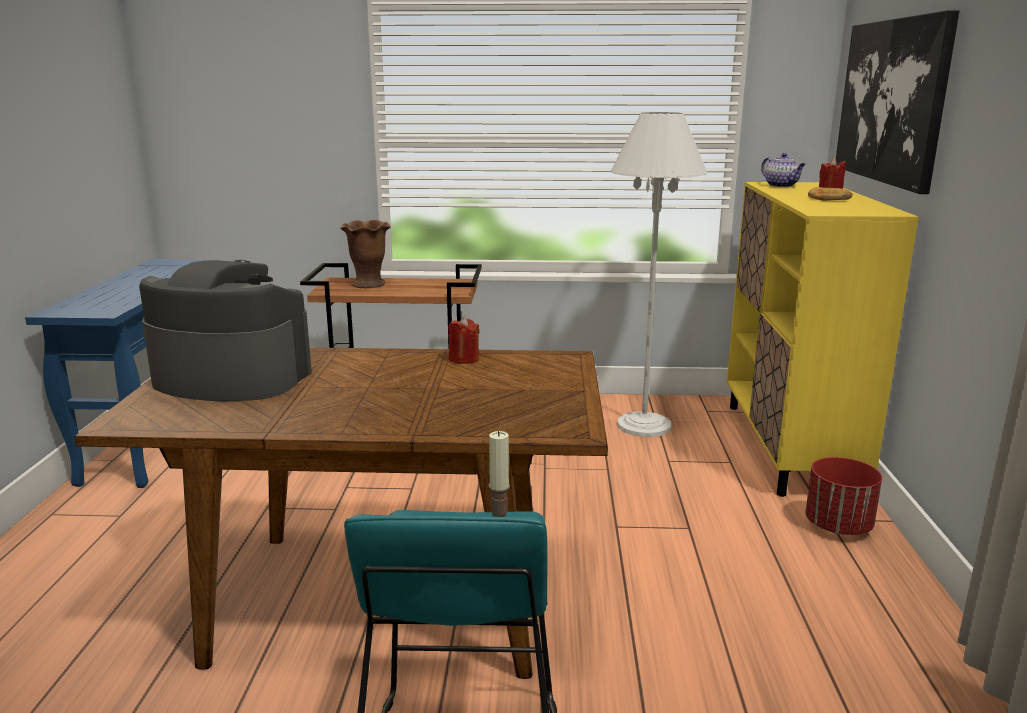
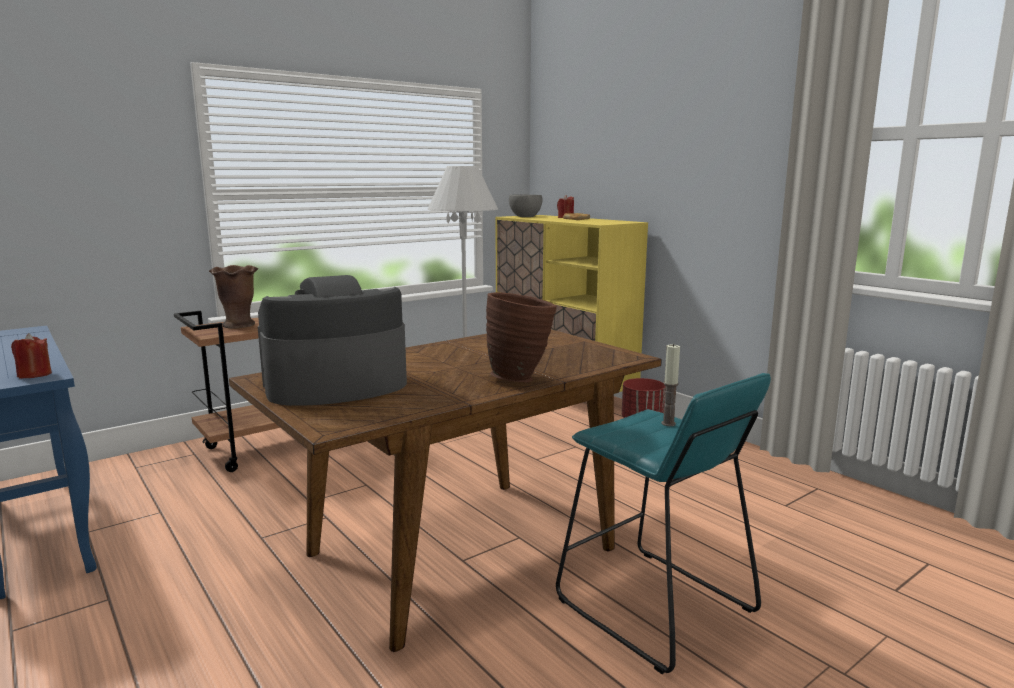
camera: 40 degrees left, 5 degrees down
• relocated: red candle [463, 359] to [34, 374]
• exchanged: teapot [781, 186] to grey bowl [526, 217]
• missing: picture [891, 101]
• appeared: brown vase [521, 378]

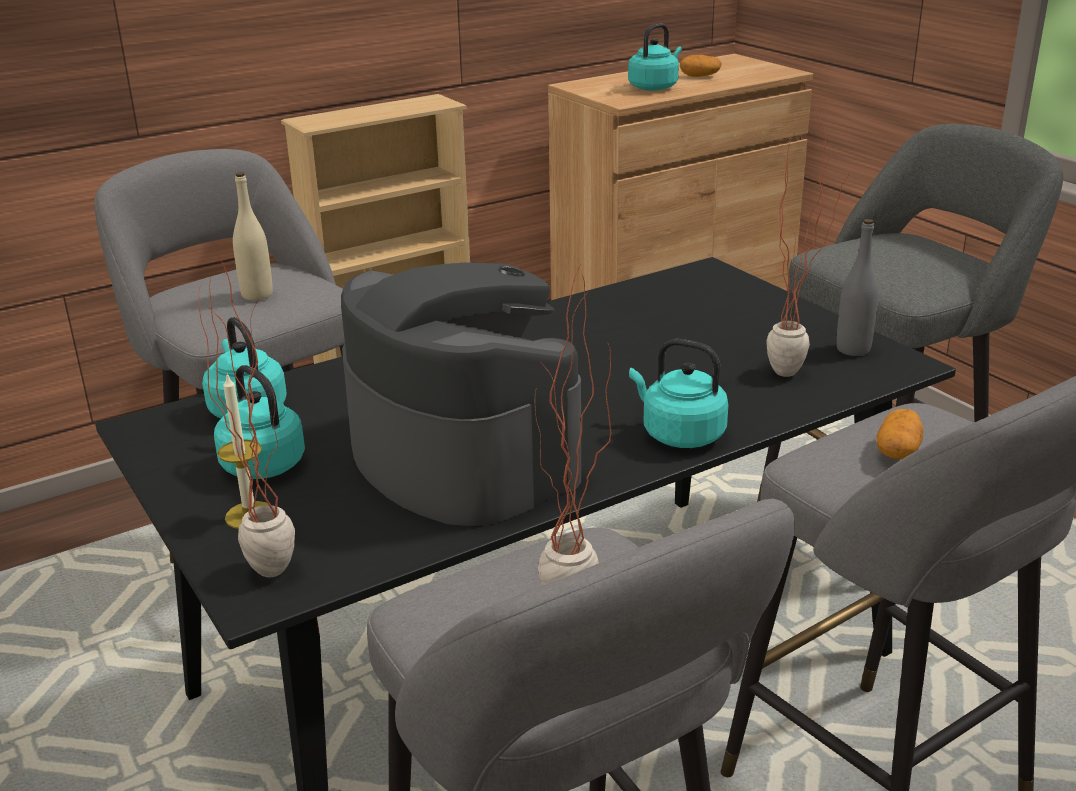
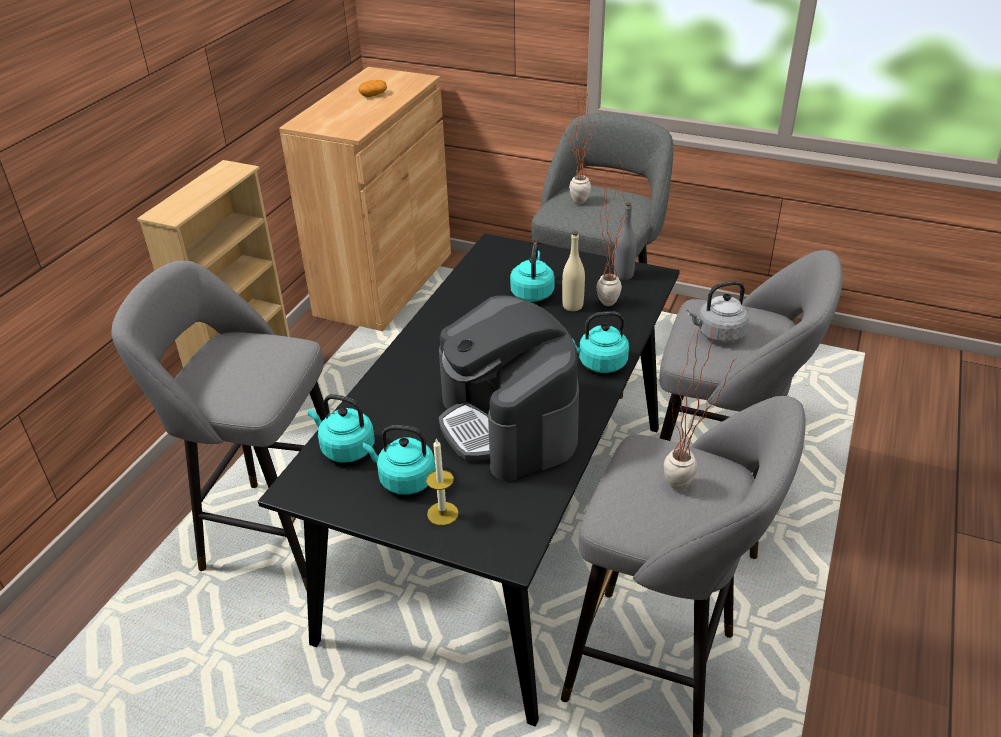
camera: 35 degrees left, 10 degrees up
• relocated: potted plant [270, 561] to [573, 200]
• relocated: beige bottle [257, 295] to [572, 306]
• spun: coffee machine [461, 456] = [508, 424] 135 degrees counterclockwise
• relocated: turquoise kettle [655, 87] to [532, 292]
• exchanged: potato [897, 451] to grey kettle [718, 334]

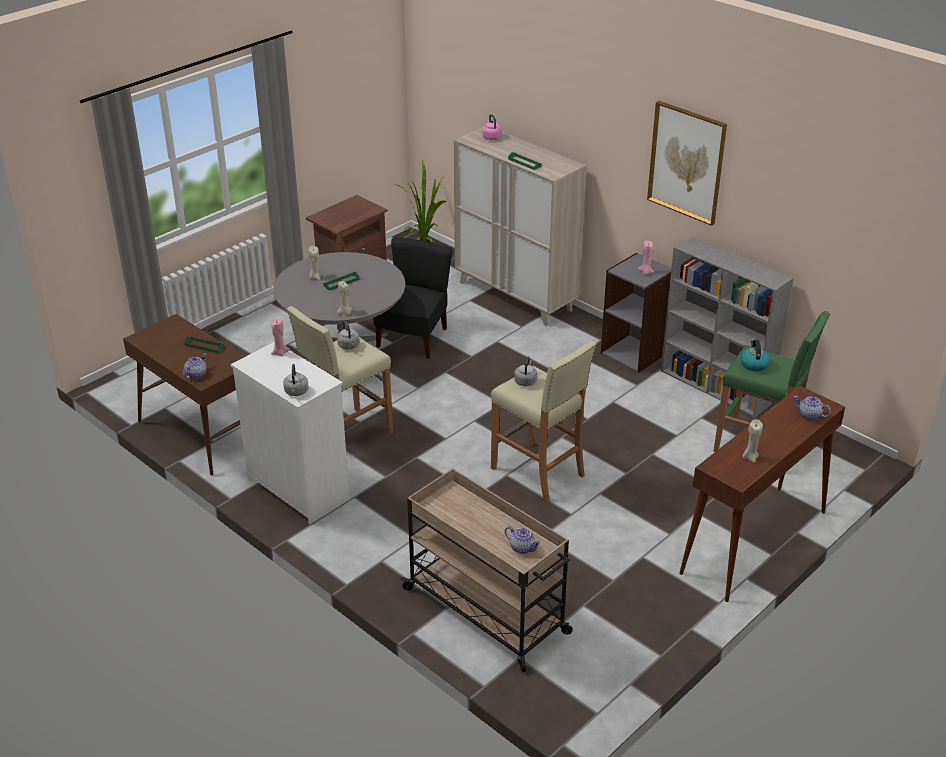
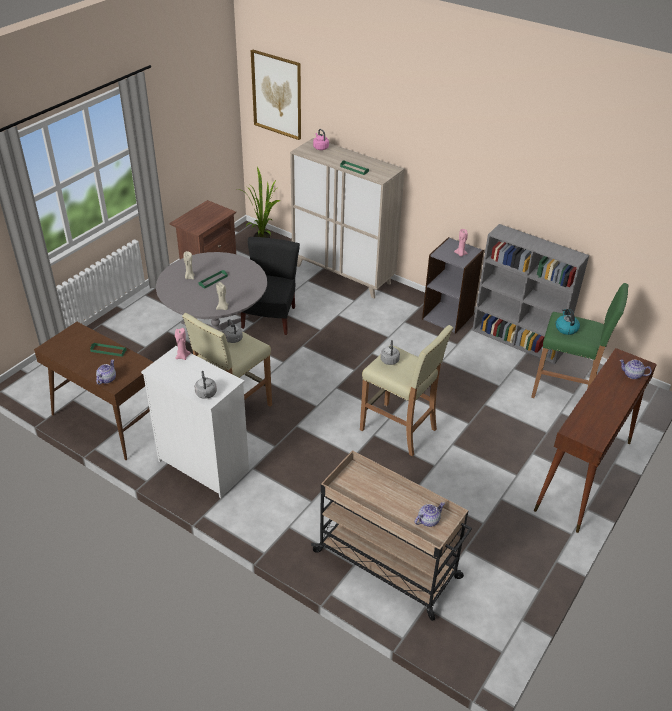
camera: 10 degrees left, 5 degrees up
• spun: teapot [522, 548] = [428, 520] 60 degrees counterclockwise
• relocated: picture [686, 162] to [277, 94]
• missing: beige candle [750, 457]

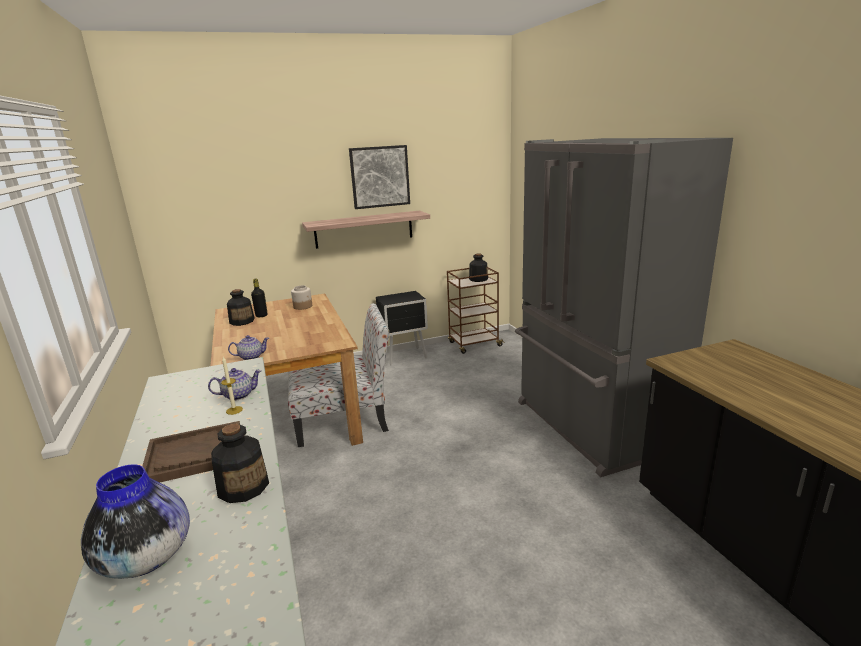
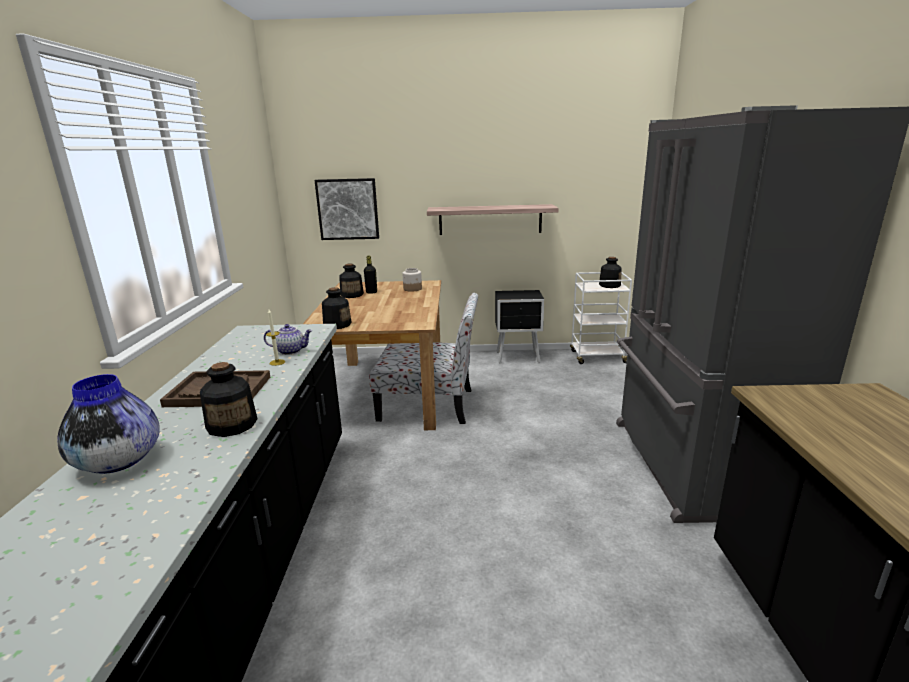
camera: 20 degrees right, 0 degrees up
• exchanged: teapot [251, 357] to bottle [337, 325]
• relocated: picture [380, 177] to [348, 209]
• colour: brown cart [474, 344] to white cart [597, 357]

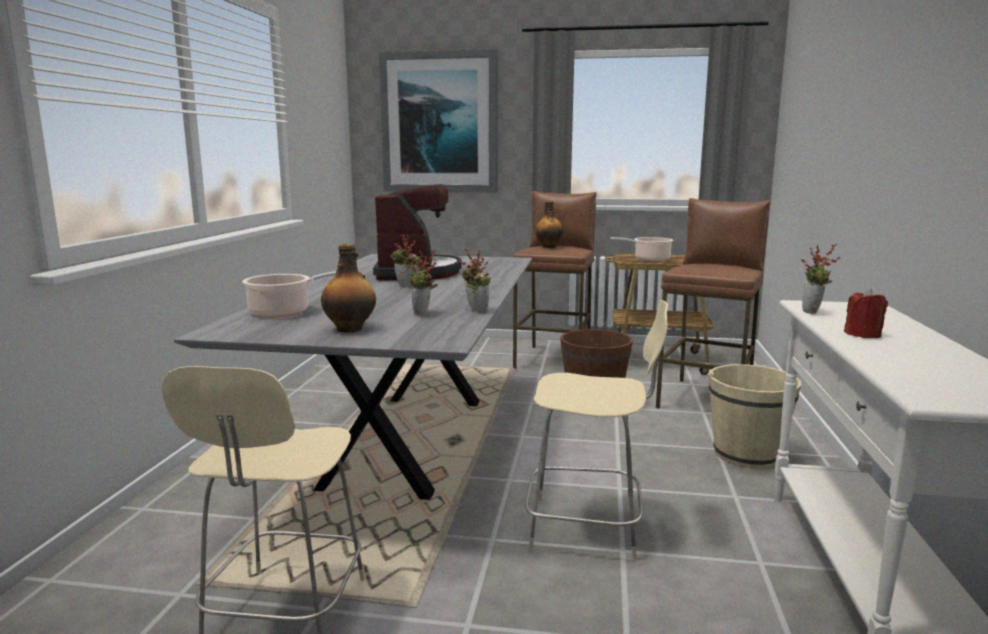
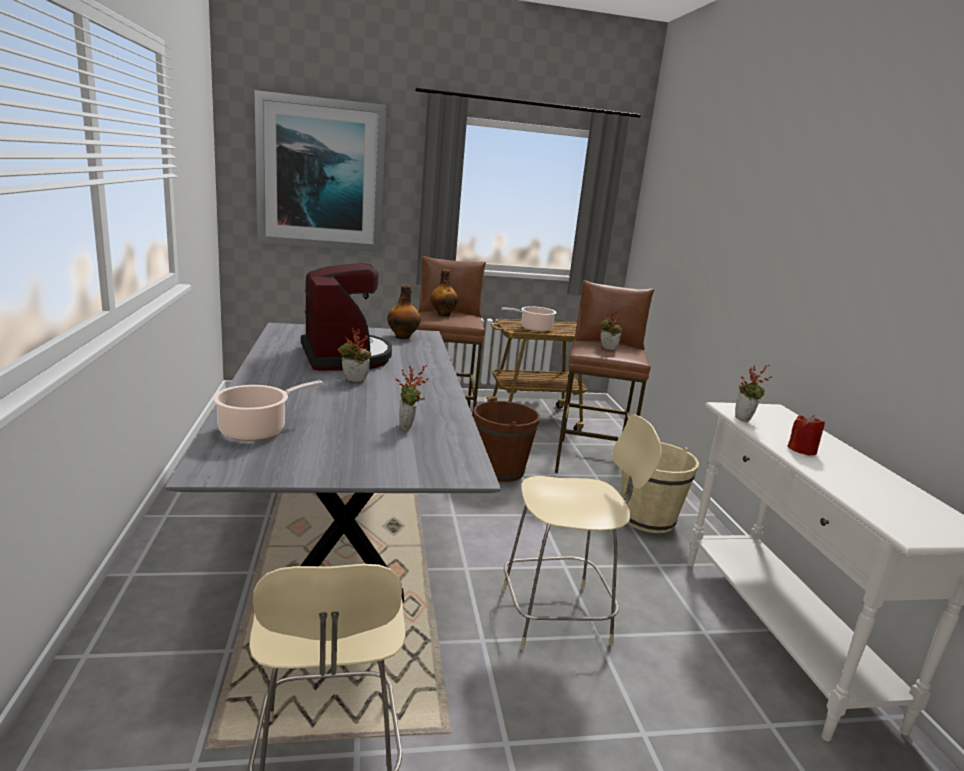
camera: 20 degrees left, 5 degrees up
• relocated: bottle [350, 329] to [403, 337]
• relocated: potted plant [475, 310] to [607, 348]

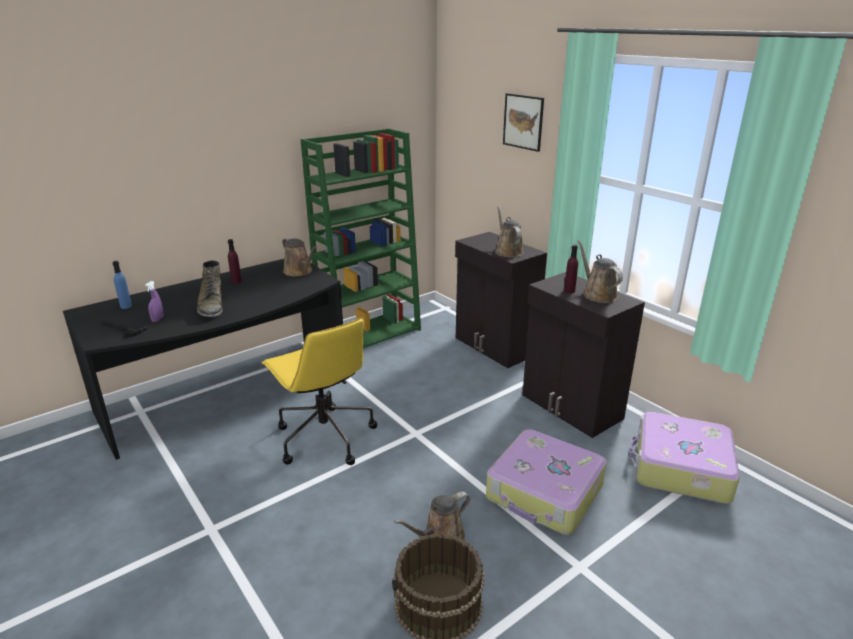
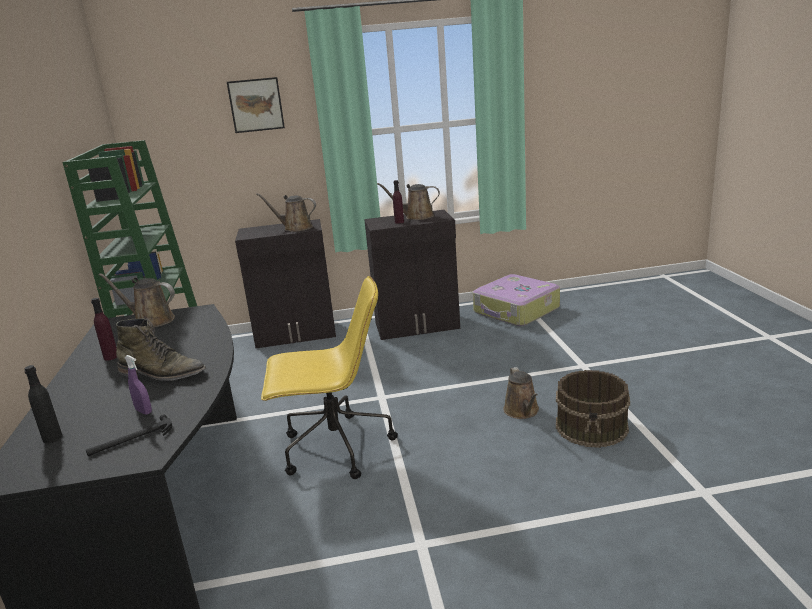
camera: 60 degrees left, 5 degrees down
• colour: blue bottle [126, 306] to black bottle [52, 438]
• spun: brown watering can [299, 272] = [151, 321] 150 degrees counterclockwise
• missing: suitcase [545, 493]

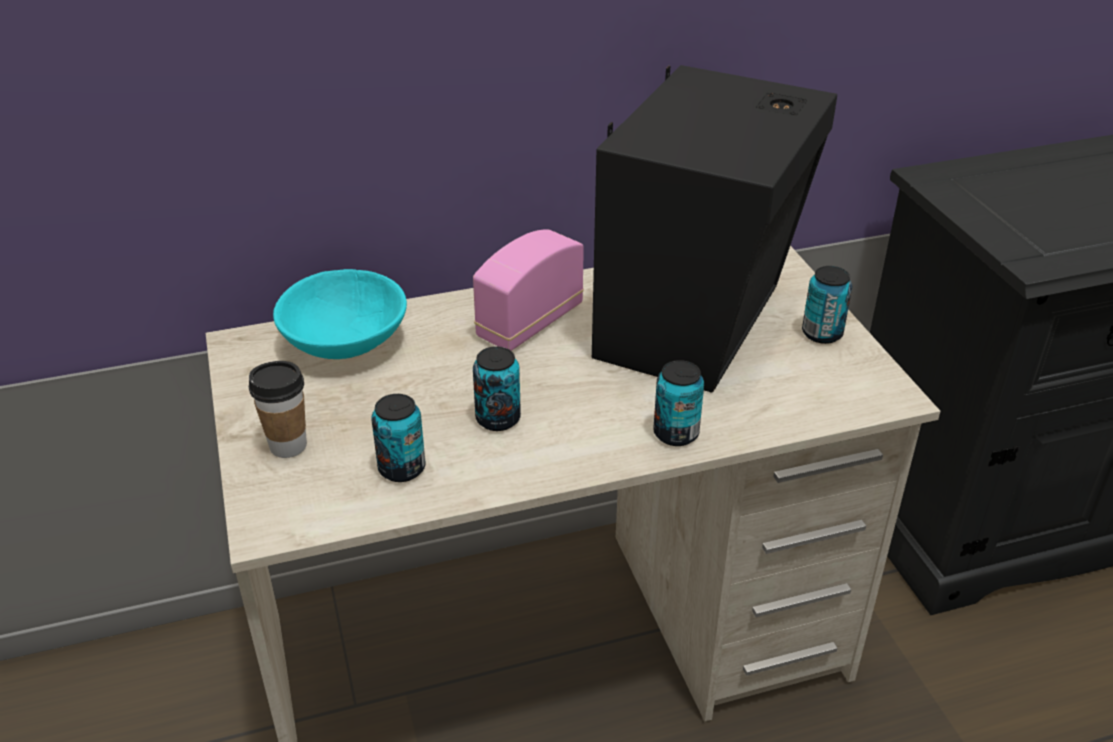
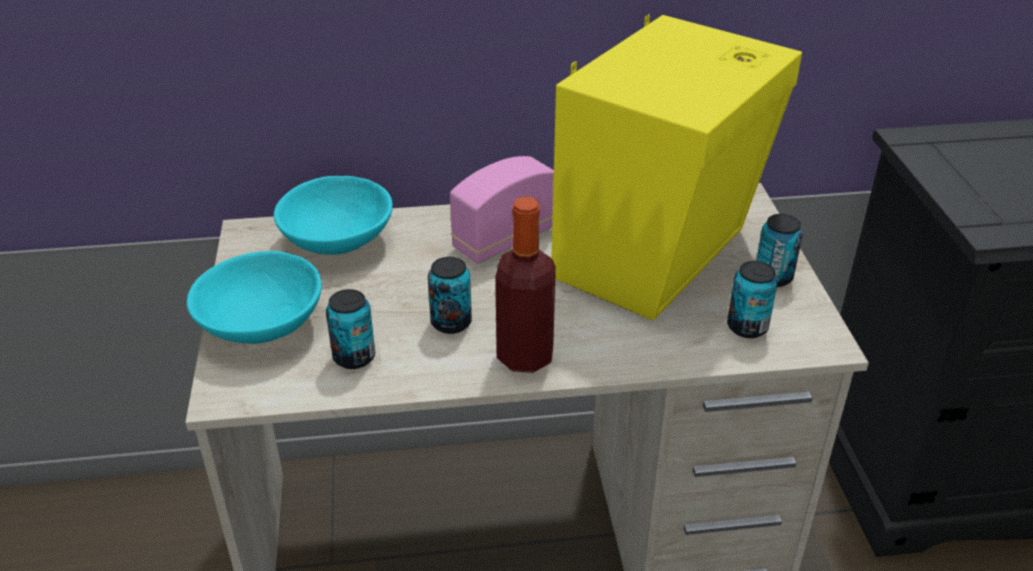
camera: 10 degrees right, 0 degrees up
• exchanged: cup [288, 446] to turquoise bowl [263, 325]
• colour: black speaker [700, 322] to yellow speaker [661, 254]
• relocated: can [676, 433] to [747, 327]
• appeared: bottle [525, 356]

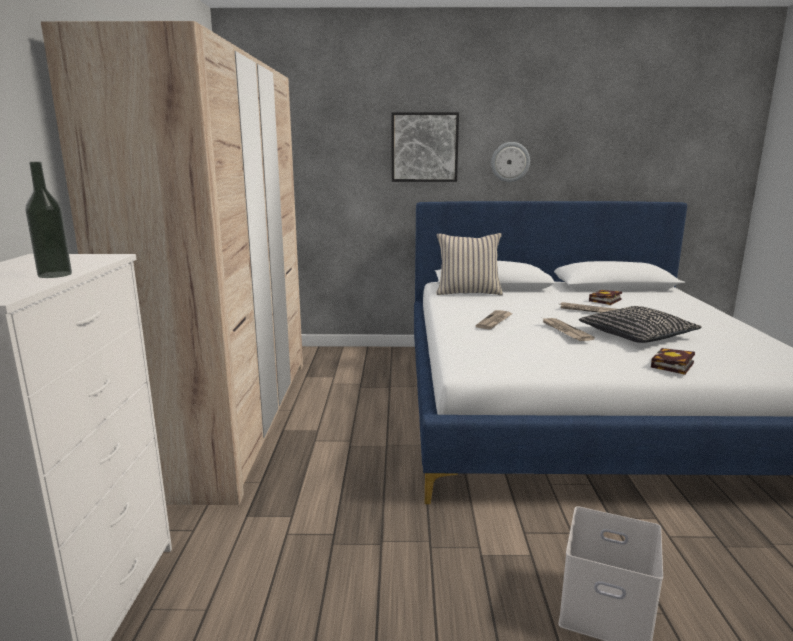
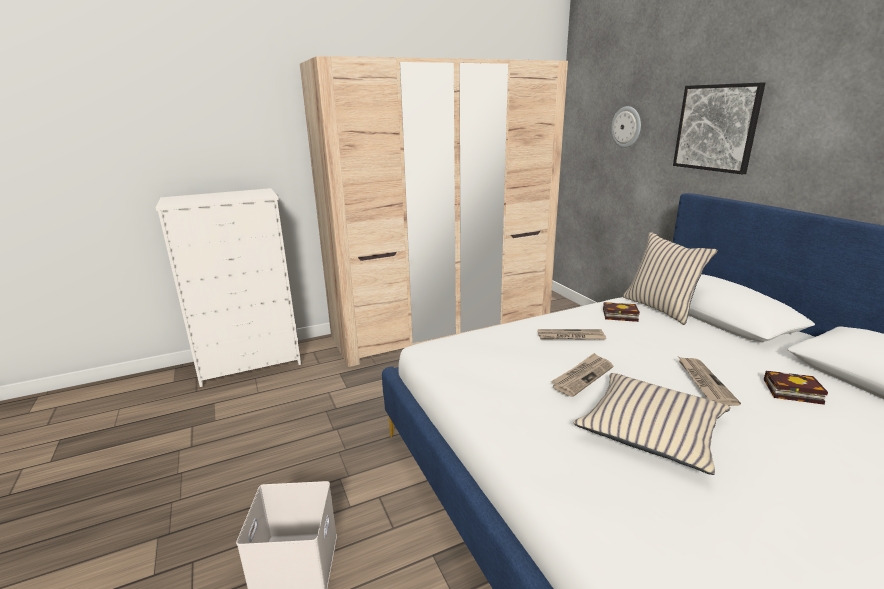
camera: 65 degrees right, 5 degrees up
• missing: bottle [55, 275]
• relocated: wall clock [510, 162] to [626, 127]
• colour: black pillow [636, 335] to beige pillow [651, 430]
• relocated: book [672, 366] to [618, 315]

